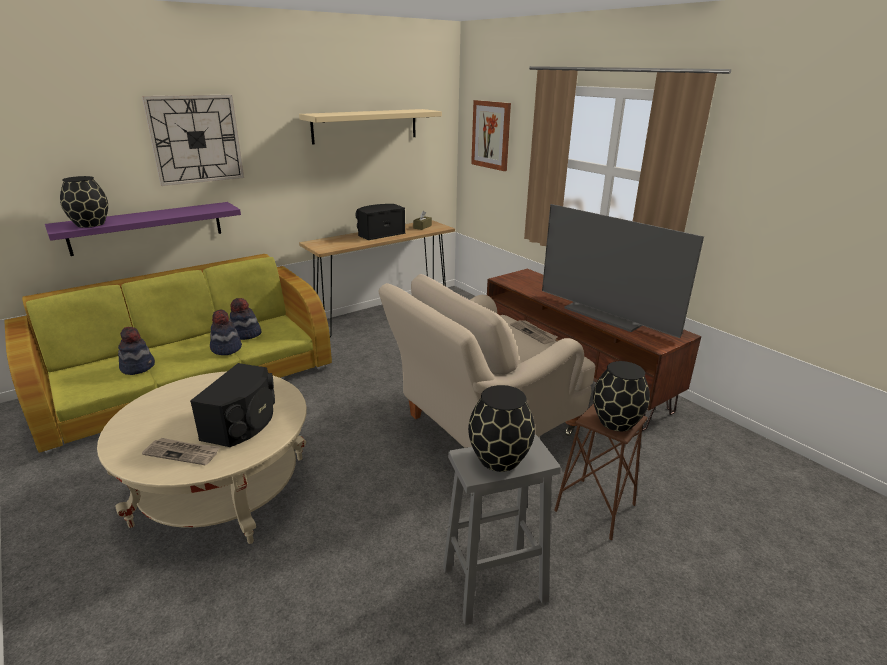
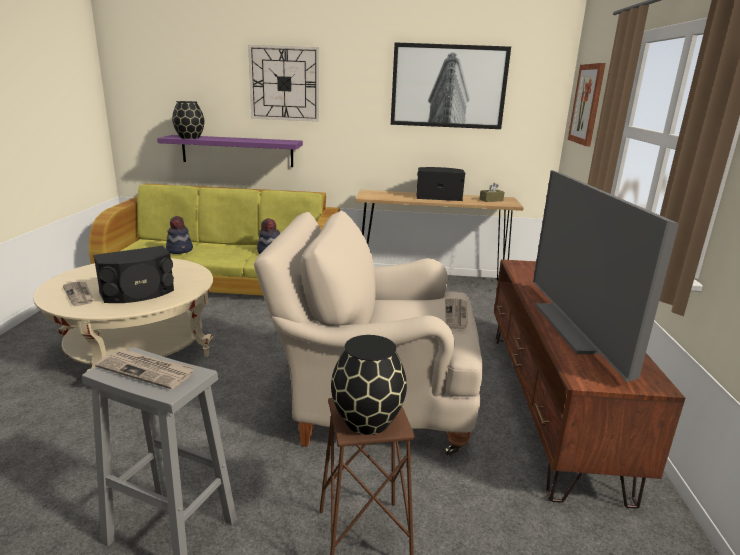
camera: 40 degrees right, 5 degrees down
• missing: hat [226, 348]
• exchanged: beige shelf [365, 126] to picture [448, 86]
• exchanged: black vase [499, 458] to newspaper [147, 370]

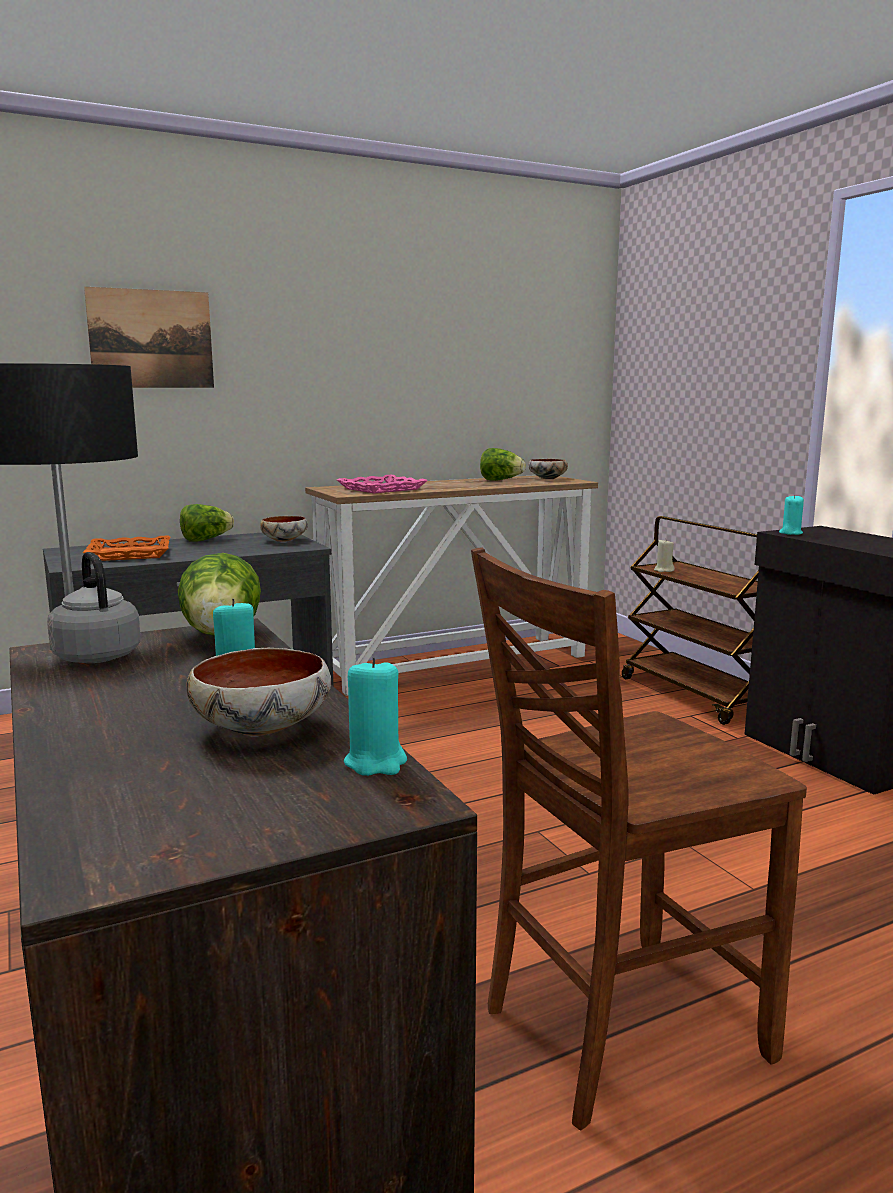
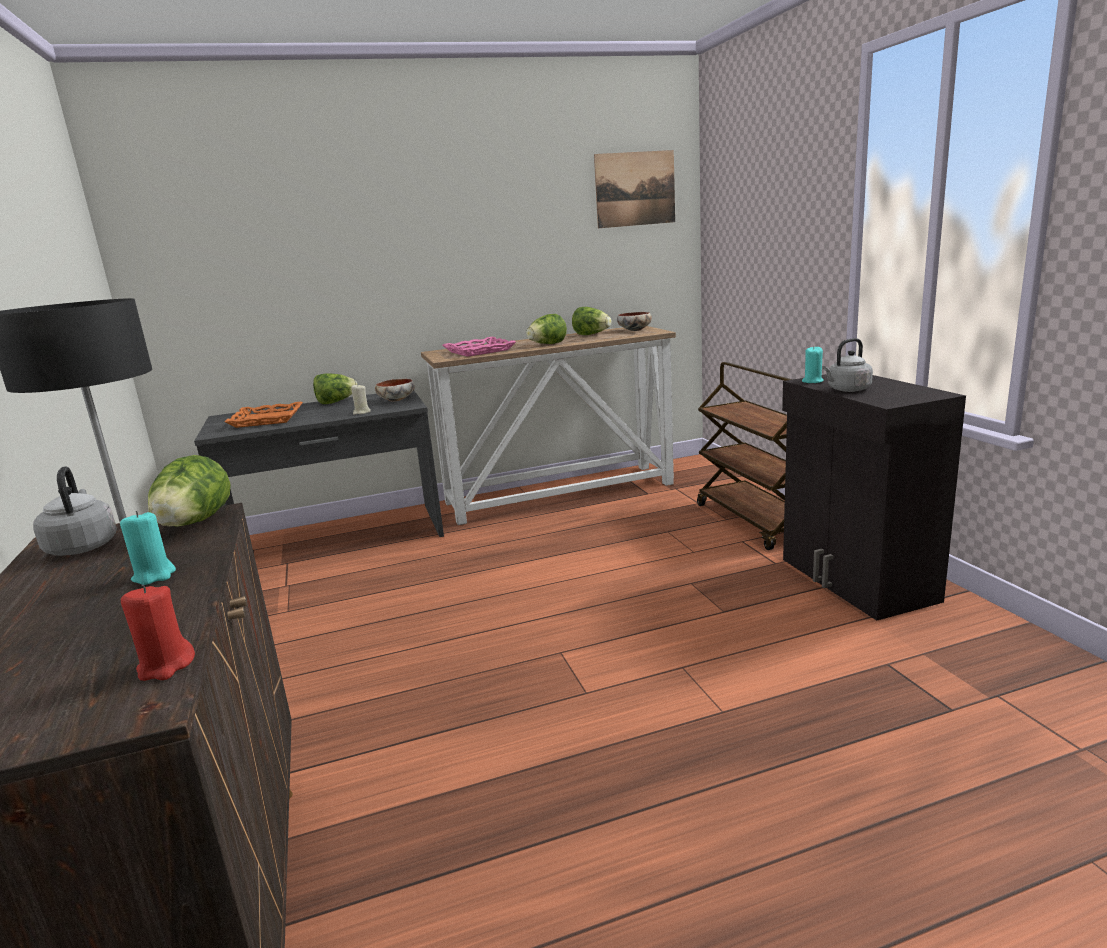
camera: 10 degrees right, 5 degrees up
• relocated: picture [151, 339] to [635, 189]
• missing: bowl [264, 728]
• colour: turquoise candle [376, 762] to red candle [166, 666]
• missing: brown chair [617, 1030]
• relocated: beige candle [663, 570] to [361, 412]
• appeared: lettuce [547, 344]
• appeared: grey kettle [847, 390]

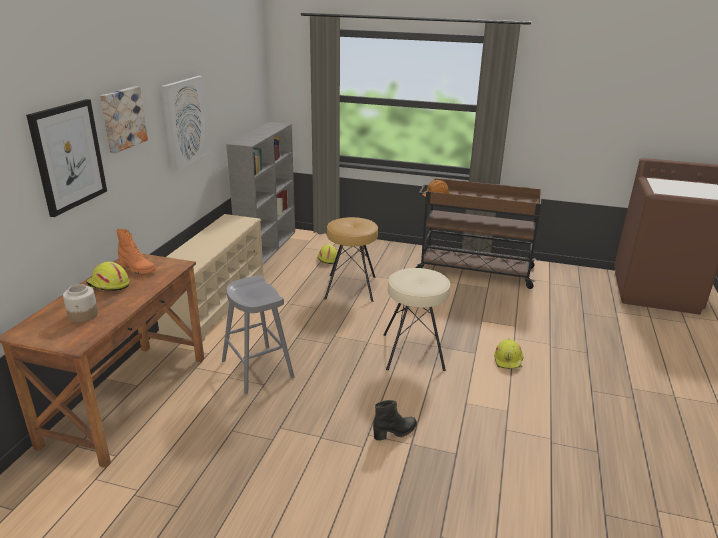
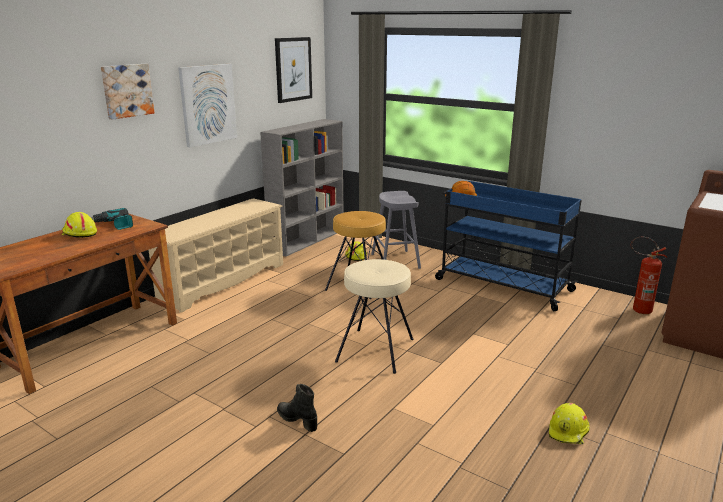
camera: 20 degrees right, 5 degrees down
• relocated: picture [68, 156] to [293, 69]
• missing: jar [83, 315]
• exchanged: orange boot [137, 269] to power drill [114, 225]
• relocated: grey stool [257, 369] to [395, 261]
• spun: black boot [395, 432] = [297, 420] 135 degrees counterclockwise
• colour: brown cart [473, 270] to blue cart [501, 285]
• relocated: yellow hard hat [508, 360] to [568, 431]
• appeared: fire extinguisher [637, 310]

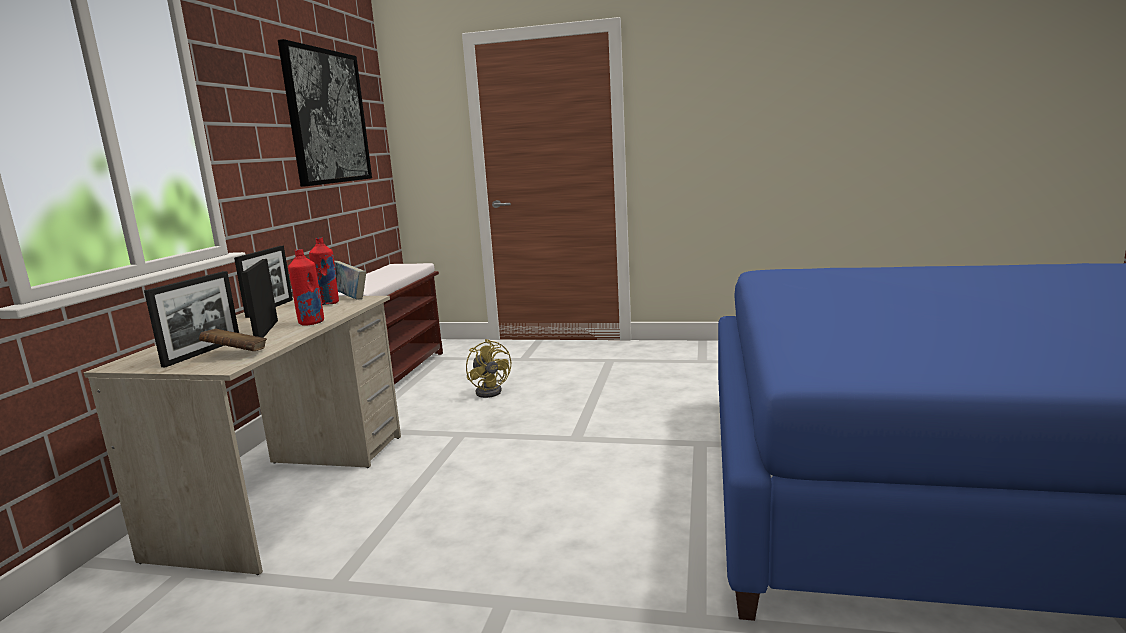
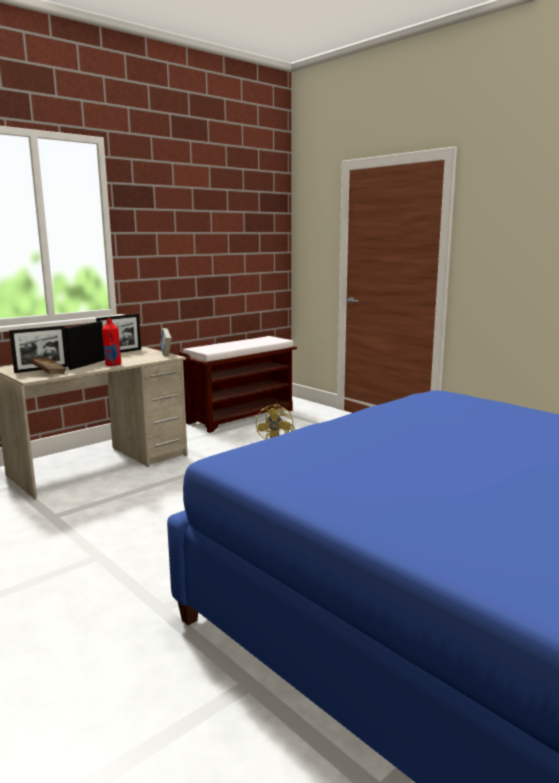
camera: 35 degrees right, 0 degrees up
• missing: picture [327, 117]
• missing: red bottle [328, 303]

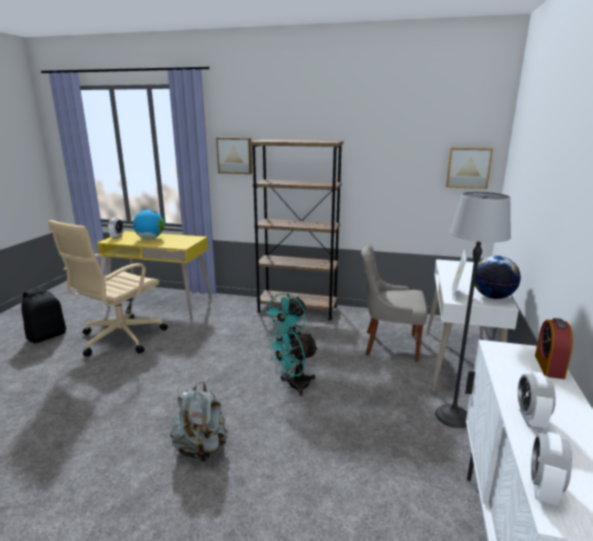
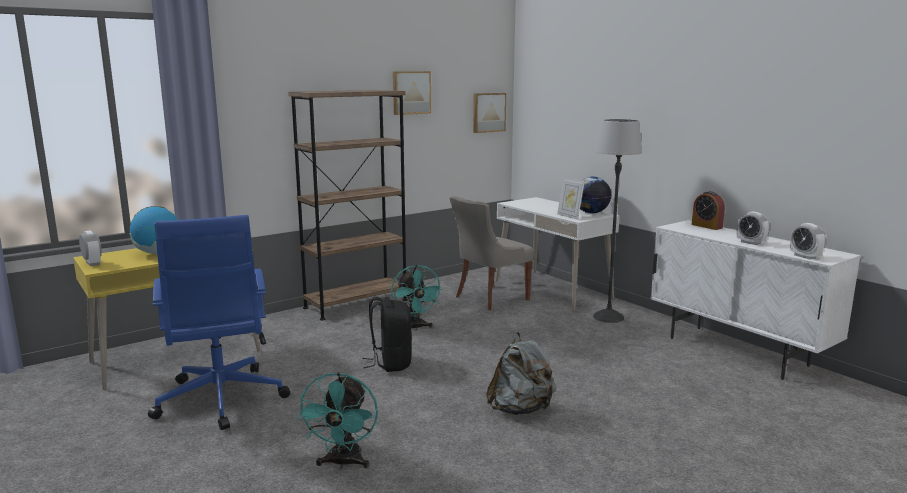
camera: 50 degrees left, 5 degrees down
• relocated: black backpack [47, 336] to [390, 363]
• colour: beige office chair [119, 338] to blue office chair [220, 401]
• relocated: picture [235, 155] to [411, 92]
• relocated: turquoise fan [294, 386] to [343, 463]

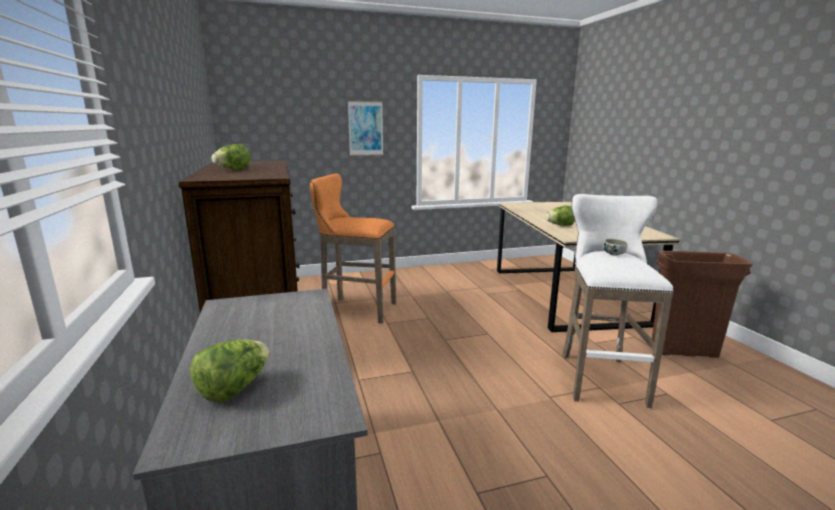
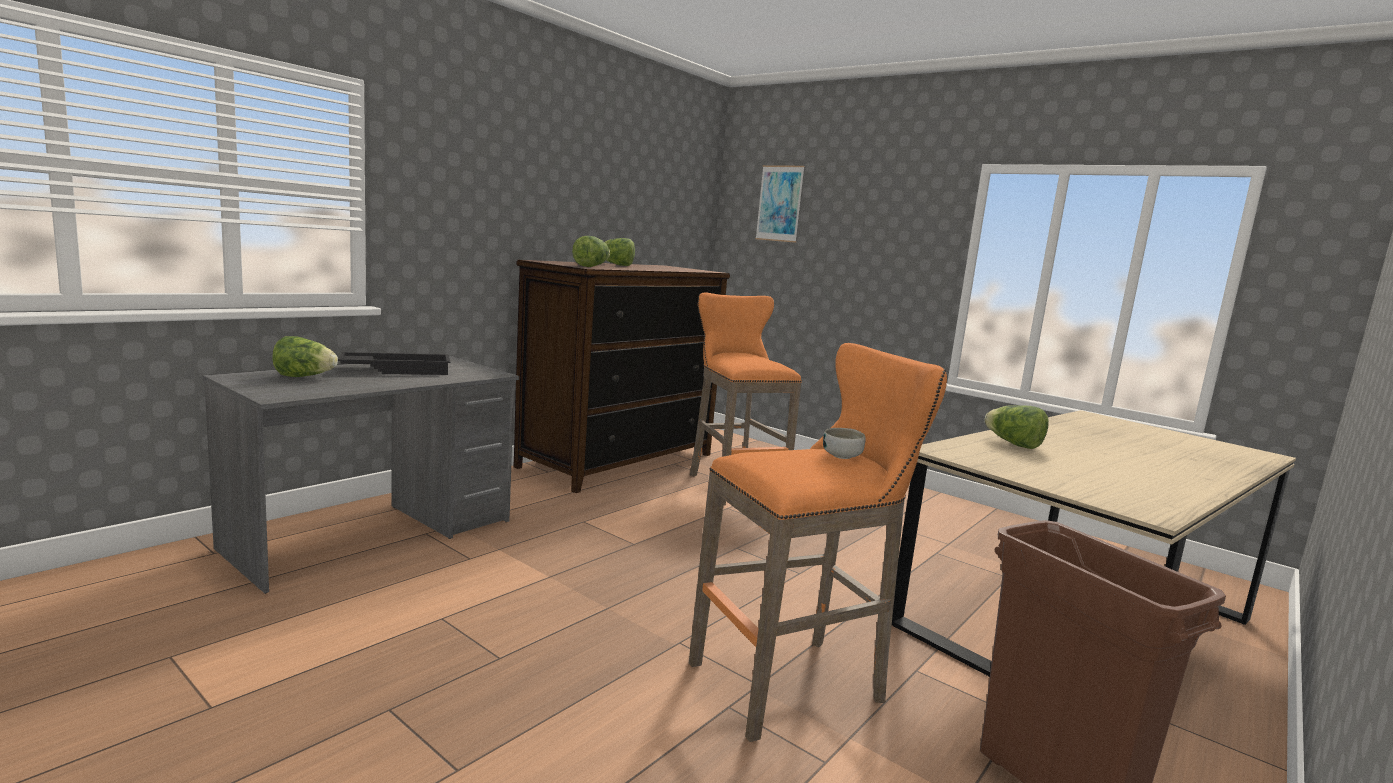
camera: 55 degrees right, 5 degrees down
• relocated: picture [365, 128] to [779, 203]
• colour: white stool [599, 376] to orange stool [795, 682]
• appeared: black tray [397, 370]
• appeared: lettuce [591, 266]

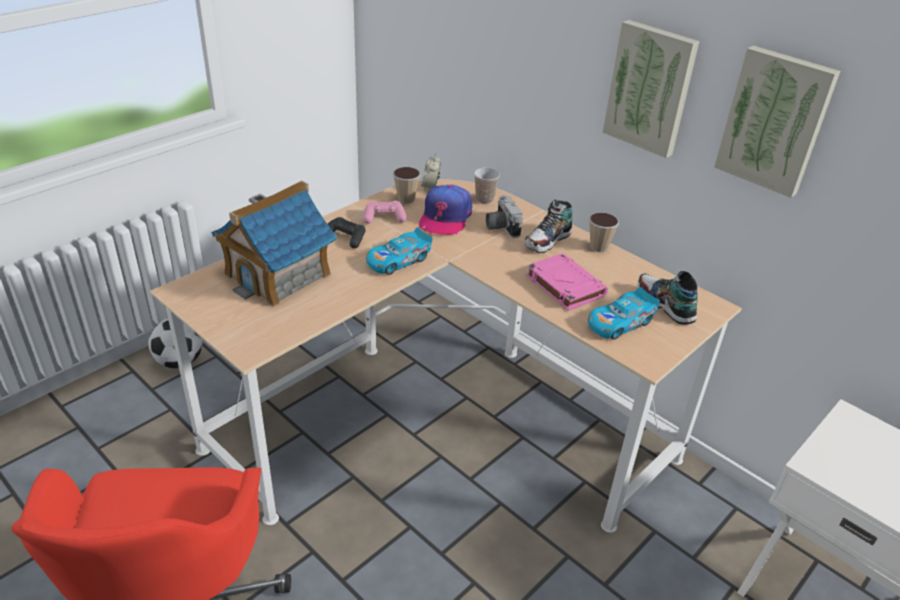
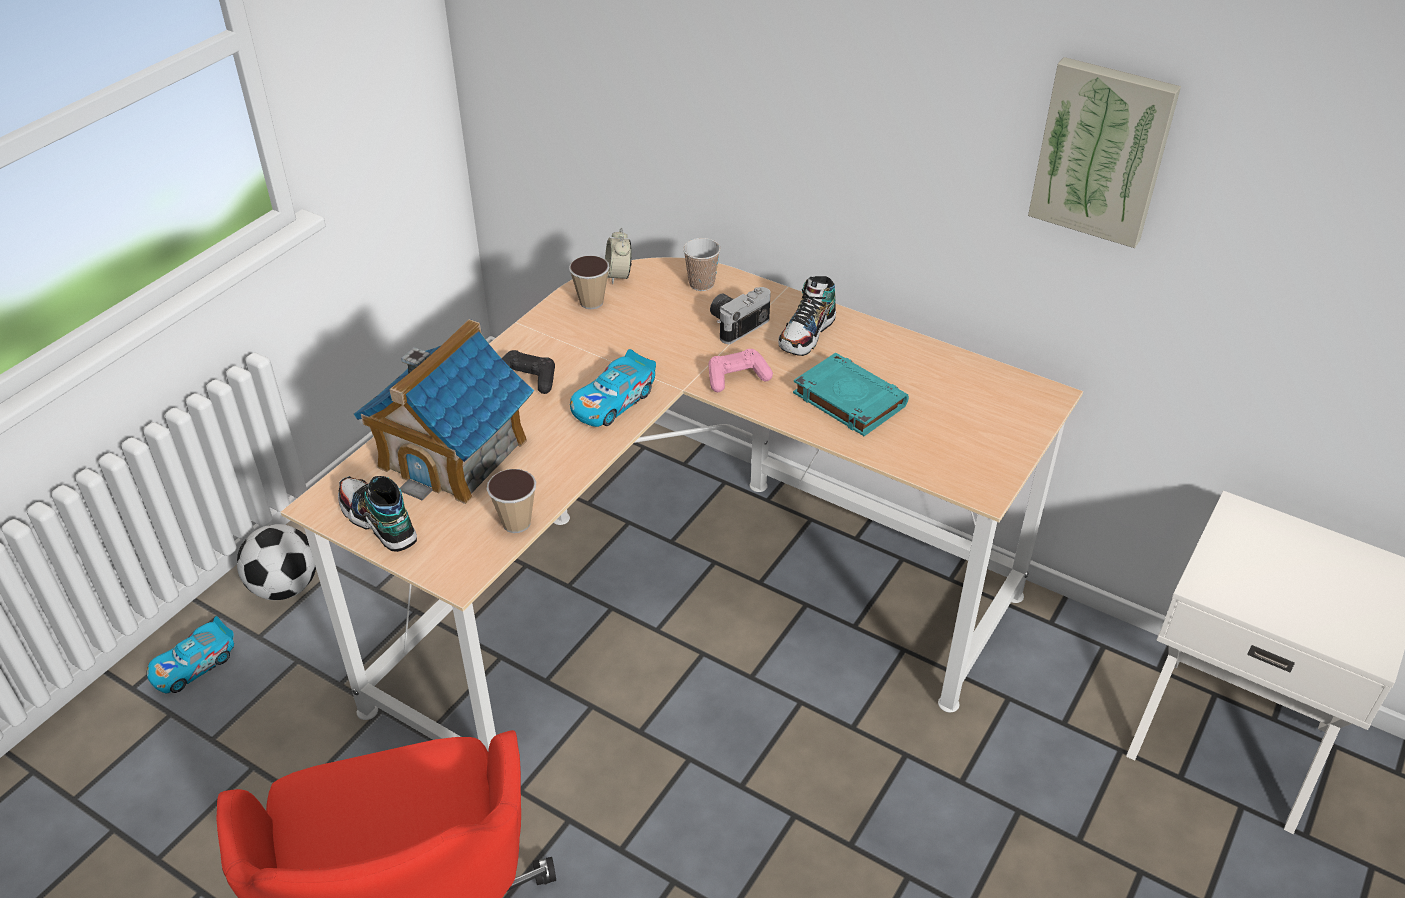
camera: 10 degrees left, 5 degrees up
• relocated: pink game controller [384, 218] to [737, 377]
• missing: cap [445, 217]
• spun: photo camera [500, 227] = [736, 324] 75 degrees clockwise
• colour: pink book [564, 285] to turquoise book [848, 399]
• relocated: toy car [620, 322] to [193, 665]
• relocated: cup [598, 247] to [516, 523]
• missing: picture [650, 88]
• relocated: shoe [664, 305] to [378, 522]

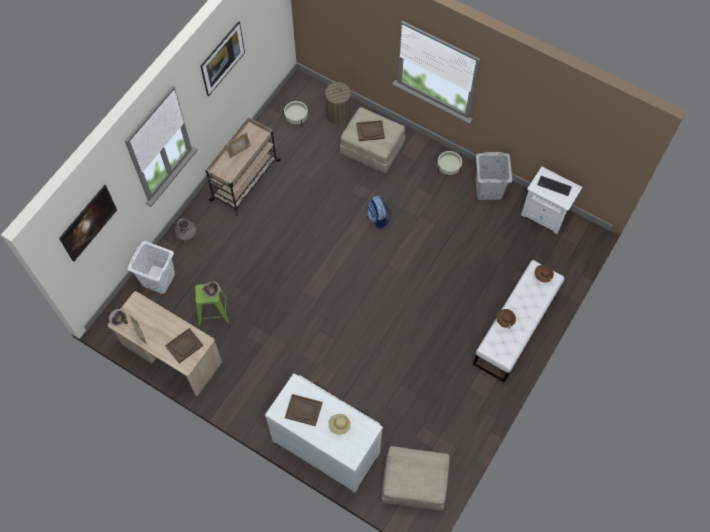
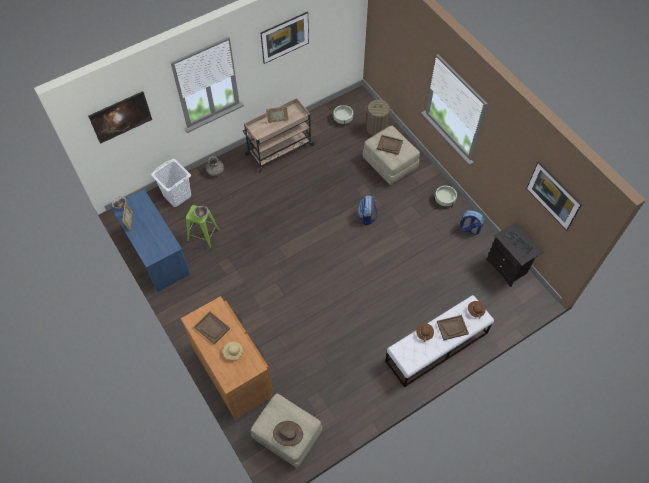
camera: 25 degrees right, 5 degrees down
• colour: beige desk [171, 355] to blue desk [155, 253]
• relocated: brown tray [184, 346] to [452, 328]
• colour: white dresser [327, 444] to brown dresser [234, 372]
• exchanged: grey laundry basket [488, 189] to backpack [469, 229]
• colour: white nightstand [545, 214] to black nightstand [508, 267]
• appeared: brown hat [288, 434]
• appeared: picture [550, 202]

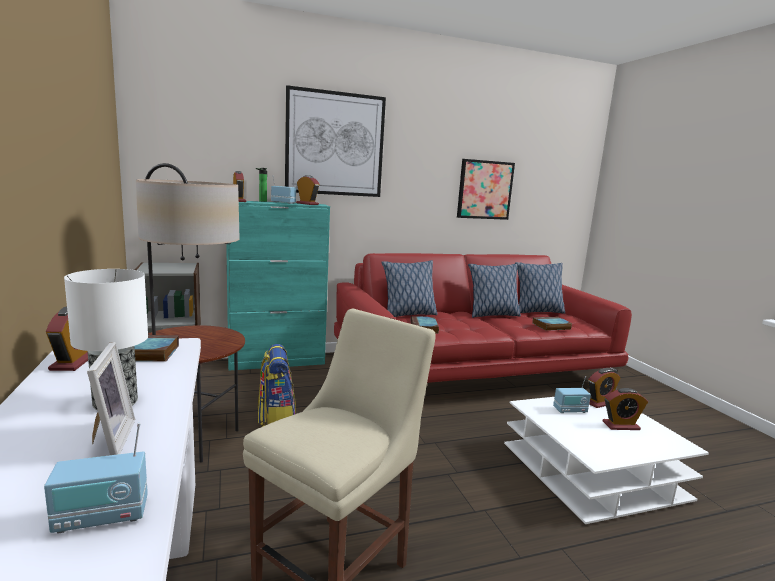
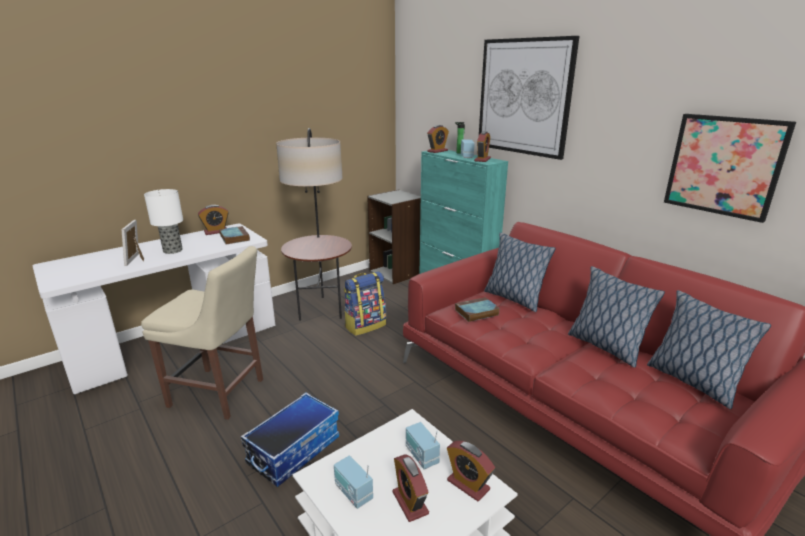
camera: 70 degrees right, 10 degrees up
• relocated: radio [101, 517] to [353, 493]
• spun: picture frame [108, 440] = [137, 259] 120 degrees clockwise
• missing: book [551, 326]
• appeared: storage box [294, 450]

